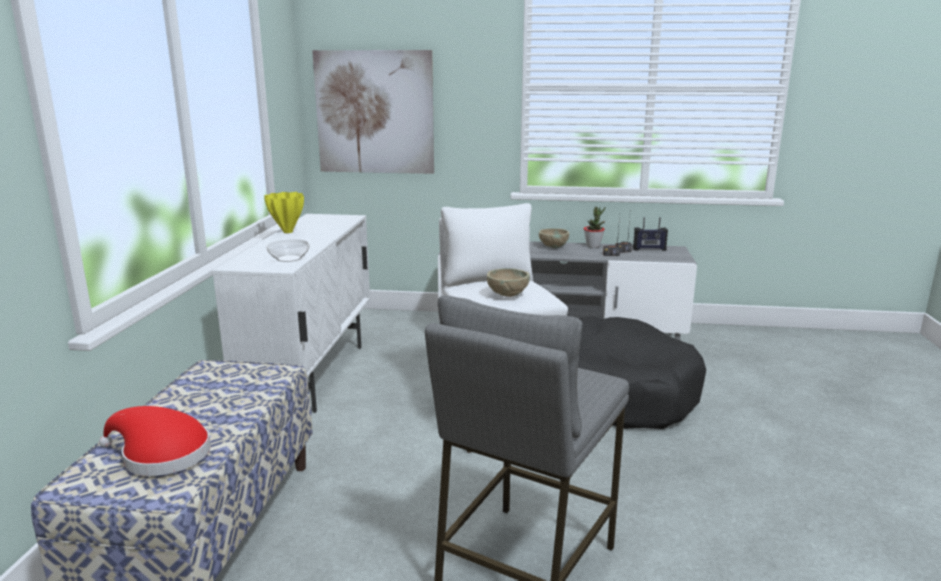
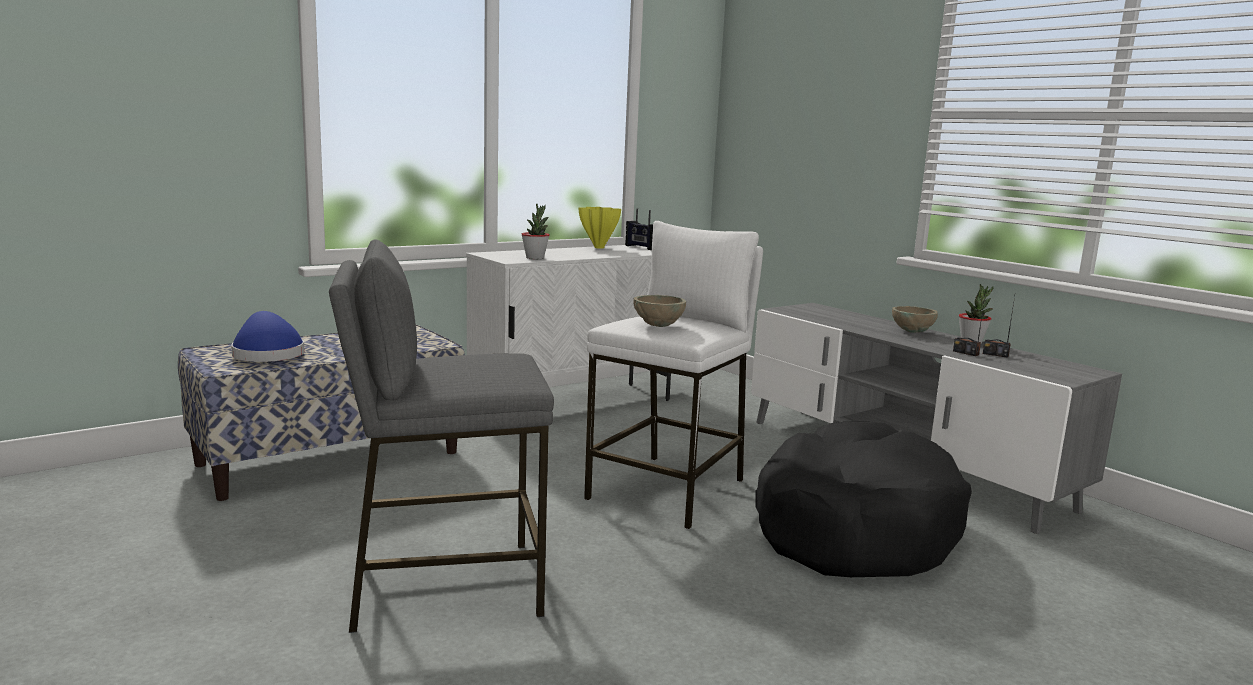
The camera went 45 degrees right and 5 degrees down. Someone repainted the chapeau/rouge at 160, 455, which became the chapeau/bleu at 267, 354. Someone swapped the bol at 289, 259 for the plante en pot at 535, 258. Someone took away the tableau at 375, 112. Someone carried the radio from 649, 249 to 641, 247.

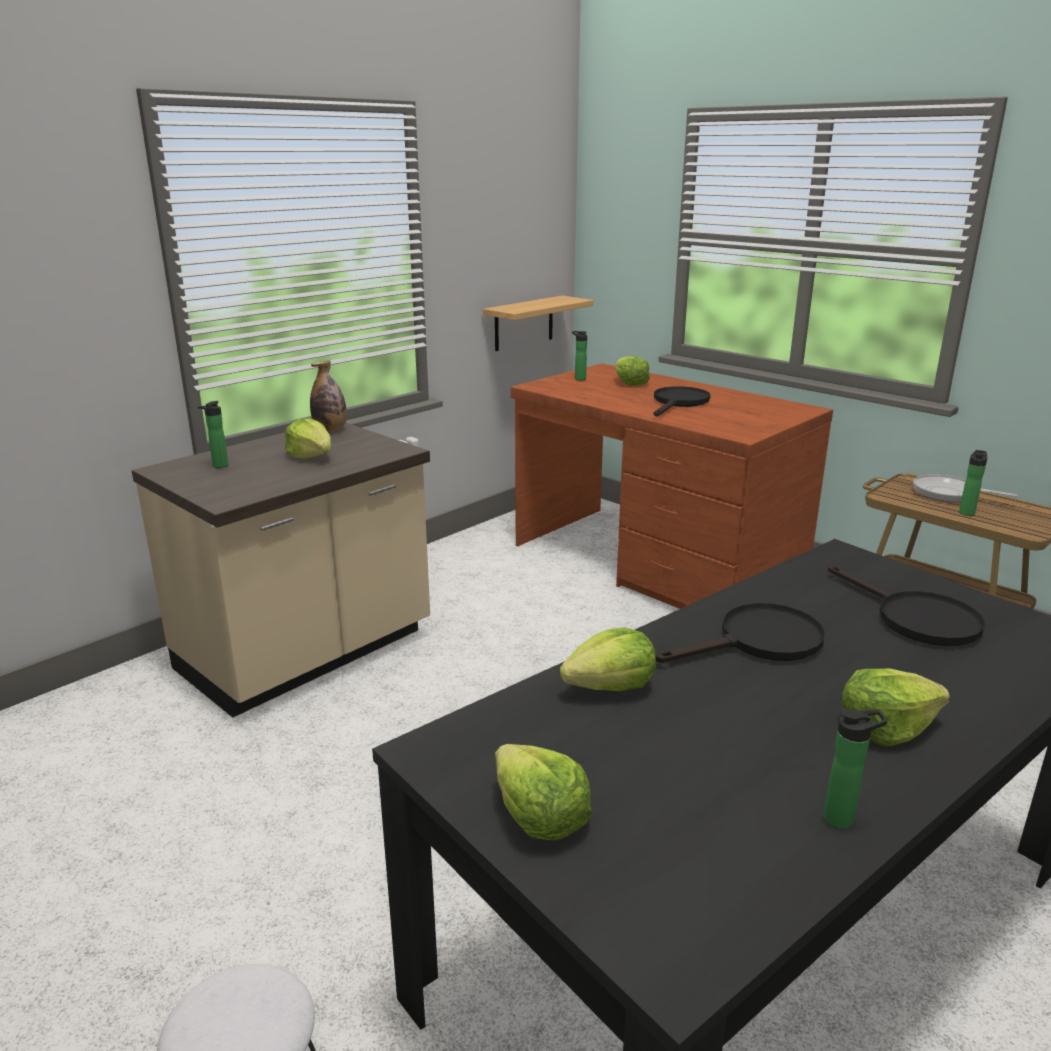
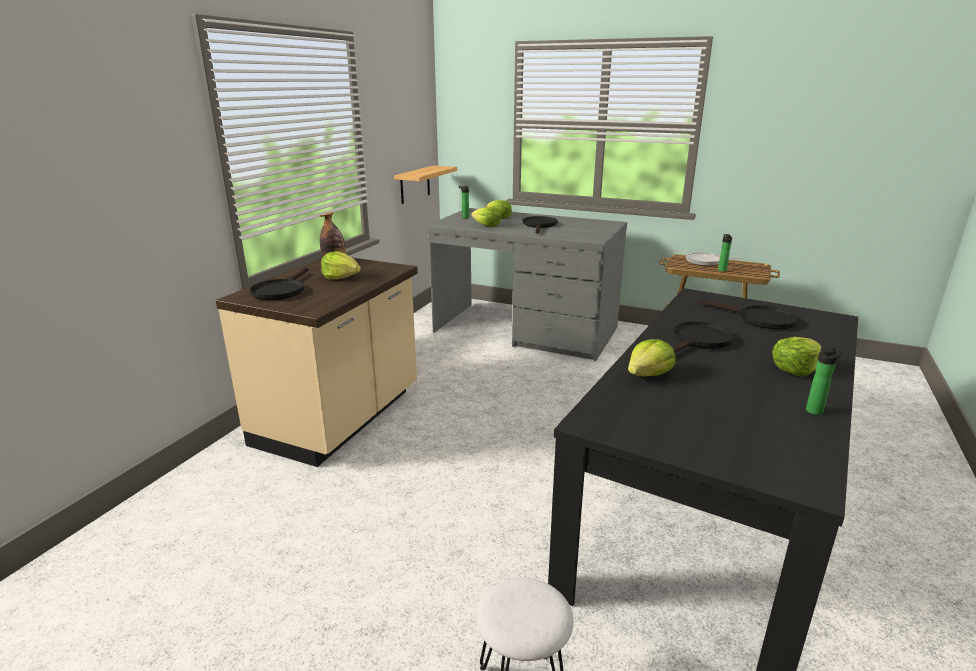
The camera went 20 degrees left and 0 degrees up. Someone swapped the bouteille at 218, 466 for the poêle/noir at 281, 290. Someone carried the laitue from 539, 817 to 486, 225. Someone repainted the bureau/marron at 654, 563, which became the bureau/gris at 525, 330.

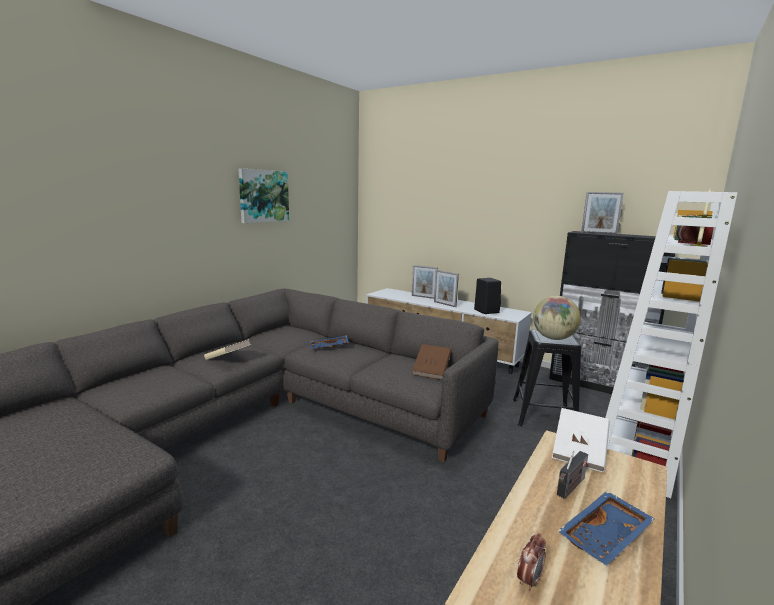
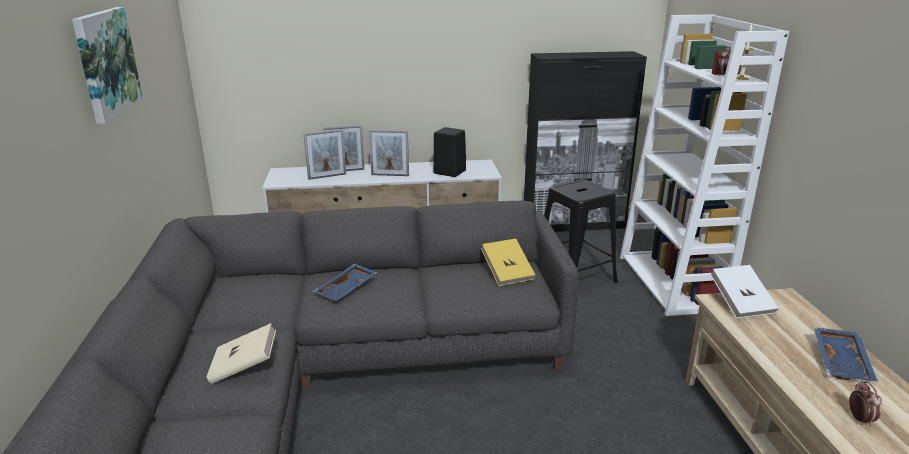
The camera went 40 degrees left and 10 degrees up. Someone repainted the livre/marron at 431, 371, which became the livre/jaune at 507, 273. Someone took away the globe at 553, 338. Someone took away the radio at 570, 487. Someone carried the cadre photo from 599, 233 to 327, 176.

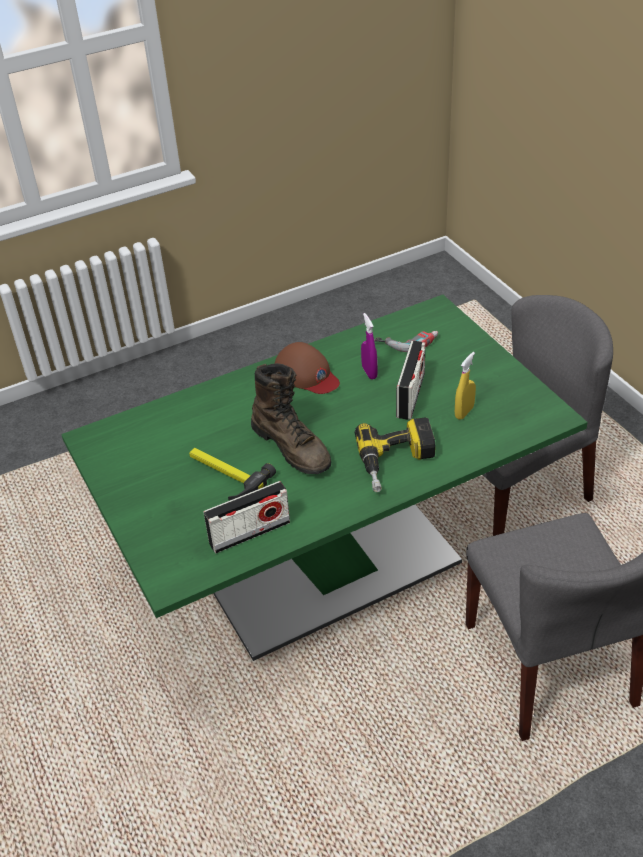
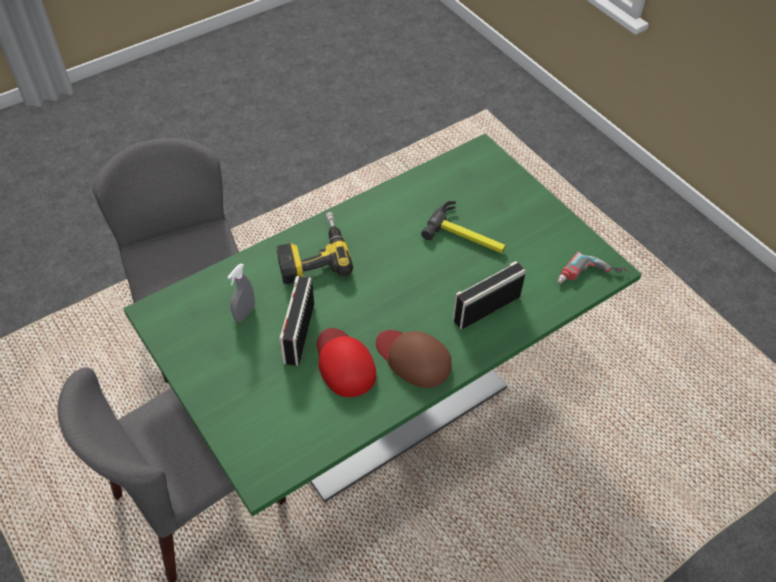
The camera went 170 degrees right and 10 degrees up. Someone carried the radio from 249, 533 to 486, 308. Someone took away the botte/marron at 292, 447. Someone swapped the vaporisateur/violet at 369, 372 for the casquette/rouge at 344, 363. Someone carried the perceuse from 405, 340 to 590, 278. Someone repainted the vaporisateur/jaune at 464, 412, which became the vaporisateur/gris at 244, 313.

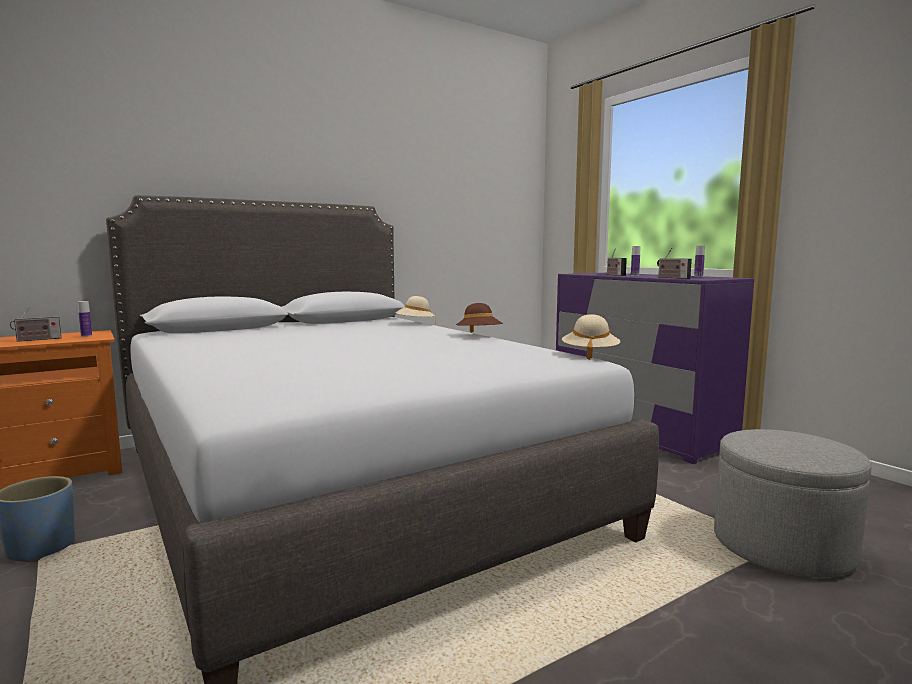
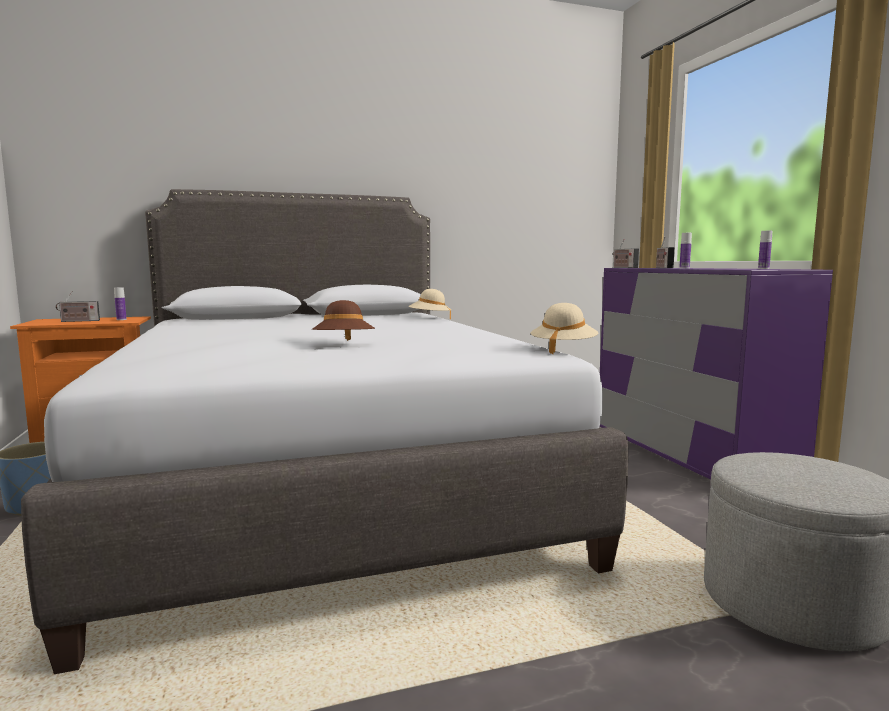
The camera went 15 degrees right and 0 degrees up. Someone carried the chapeau/marron from 479, 336 to 344, 344. Someone carried the radio from 672, 278 to 624, 267.

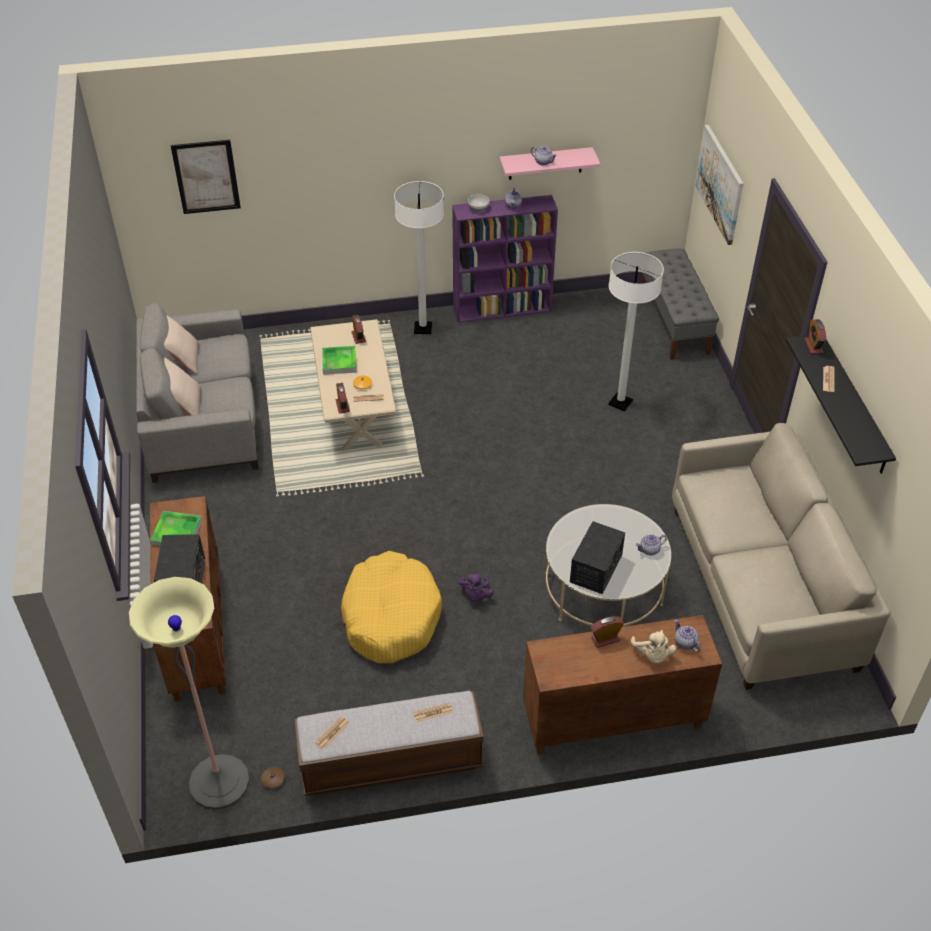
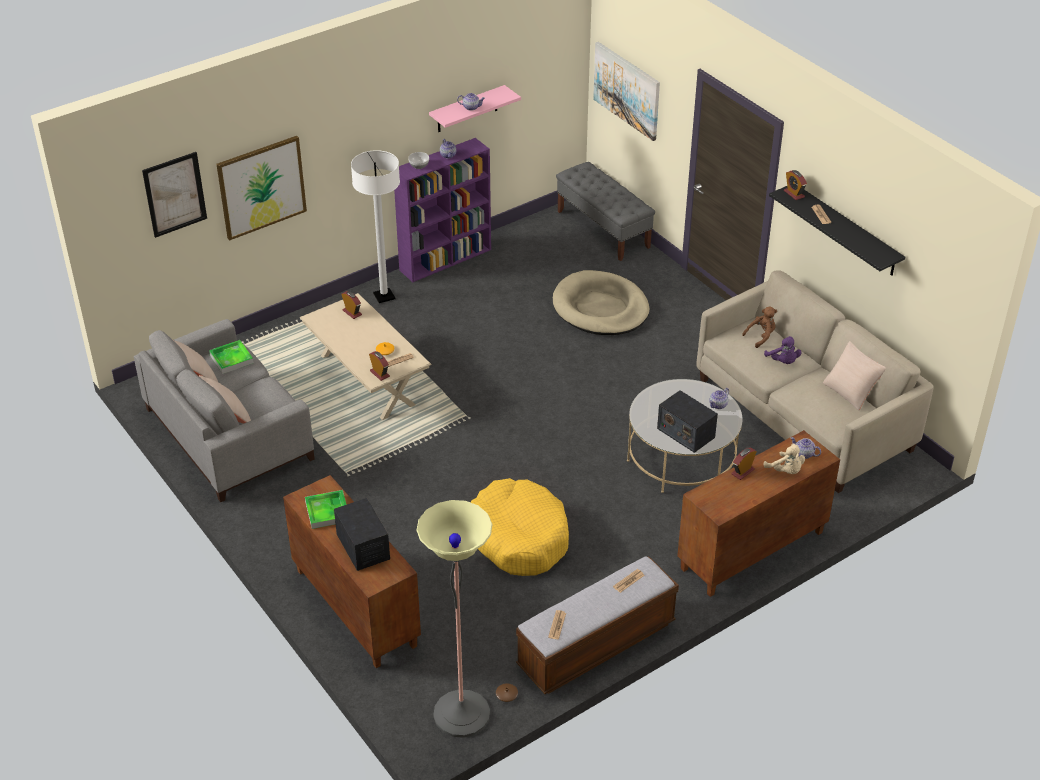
The camera went 25 degrees left and 5 degrees down. Someone carried the plateau from 339, 362 to 231, 359. Someone carried the peluche/violet from 475, 595 to 783, 362. Someone rotated the radio at 596, 569 by 135 degrees clockwise. Someone swapped the lampadaire/blanc at 620, 403 for the panier pour chien/beige at 600, 308. Someone put up the tableau at 261, 187. Someone put down the peluche/marron at 761, 336. Someone put down the coussin/beige at 851, 391.

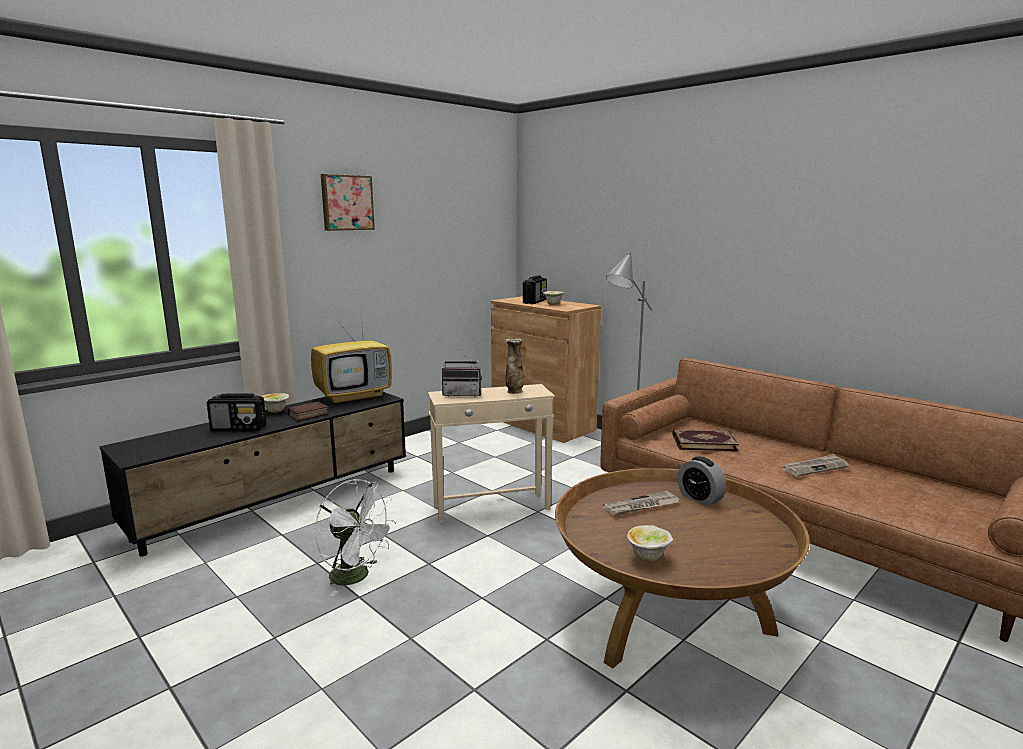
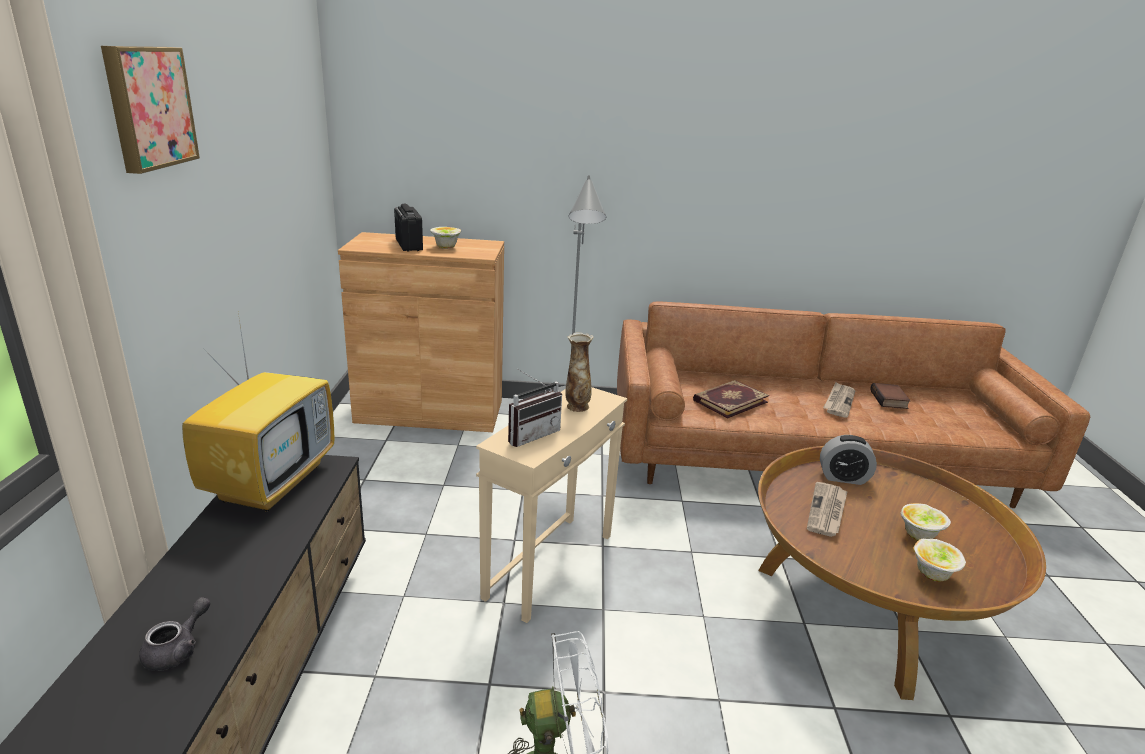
The camera went 45 degrees left and 10 degrees up. Someone swapped the radio at 239, 428 for the théière/gris at 178, 649. Someone carried the bol from 275, 411 to 919, 537. Someone carried the livre from 308, 415 to 890, 400.

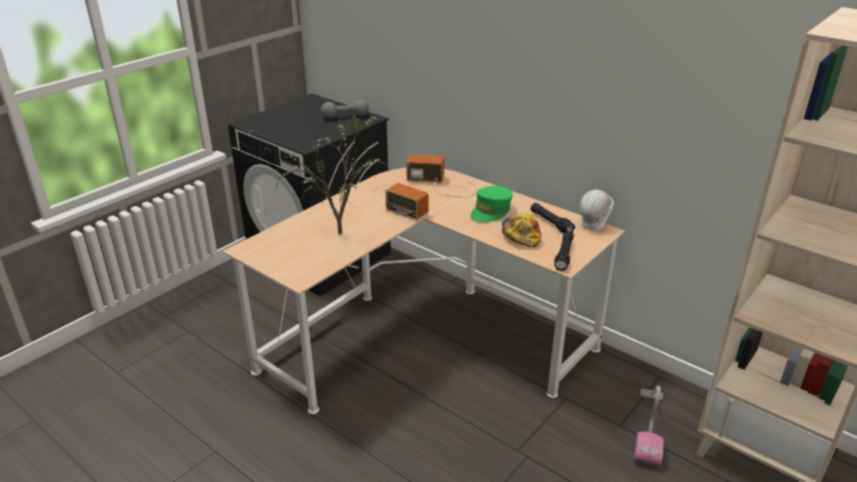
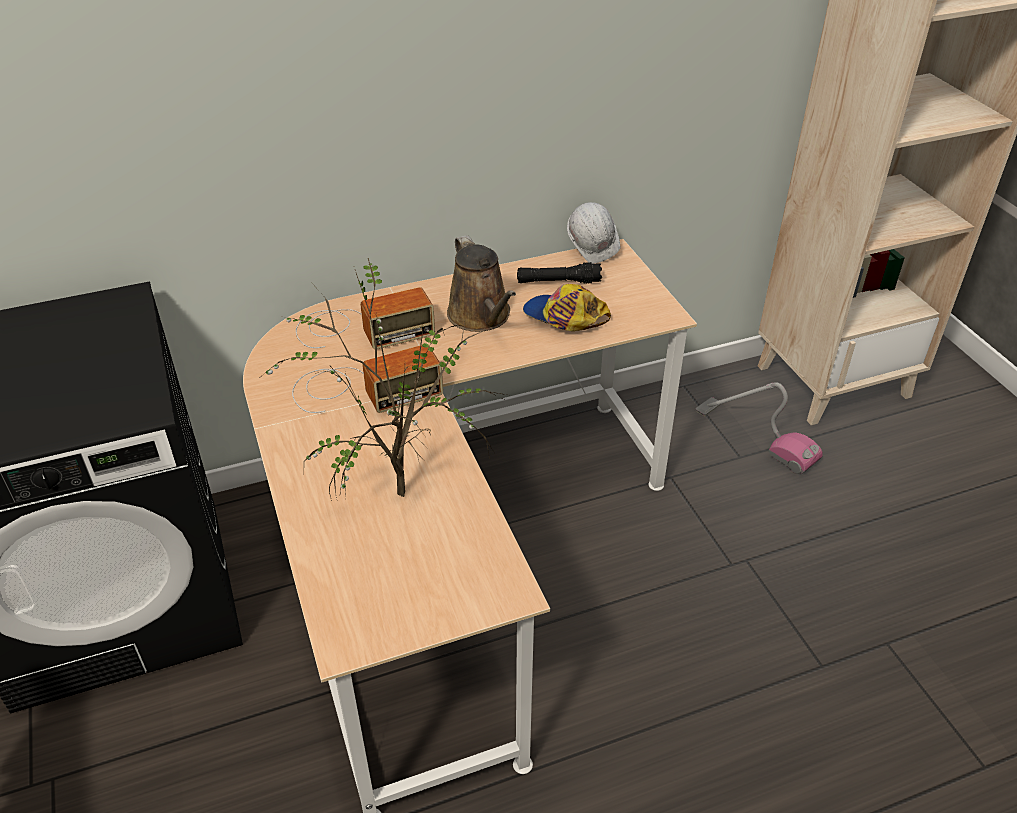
The camera went 60 degrees left and 10 degrees up. Someone took away the haltère/gris at 345, 116. Someone rotated the radio at 442, 185 by 150 degrees counterclockwise. Someone swapped the casquette/vert at 491, 211 for the arrosoir/marron at 481, 316. Someone took away the lampe de poche/noir at 564, 255.

